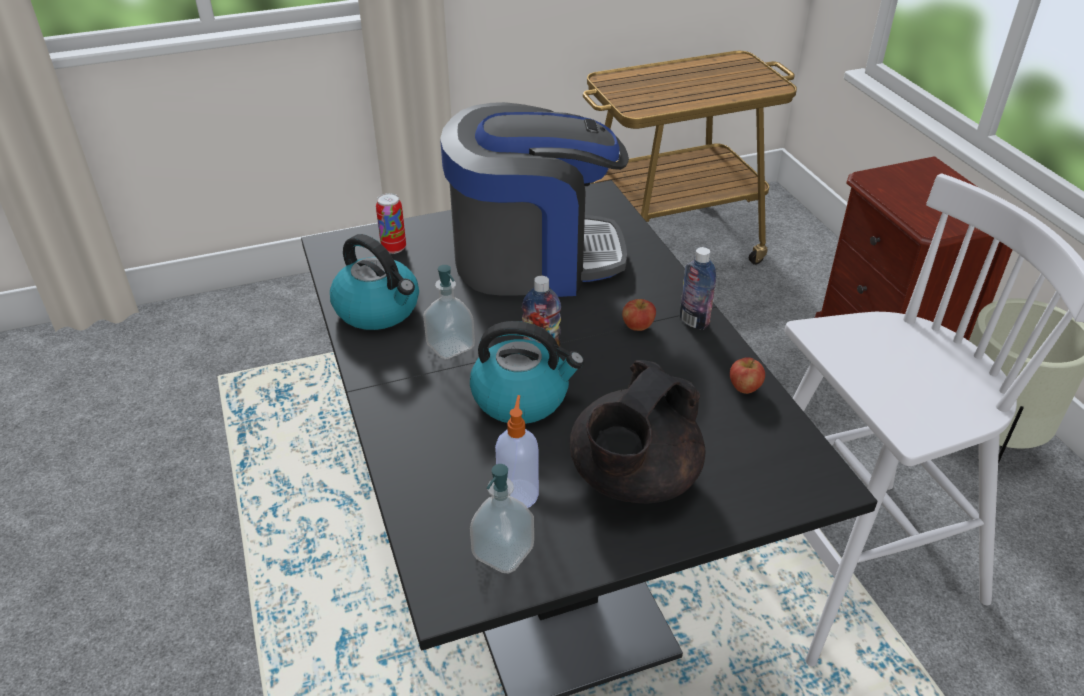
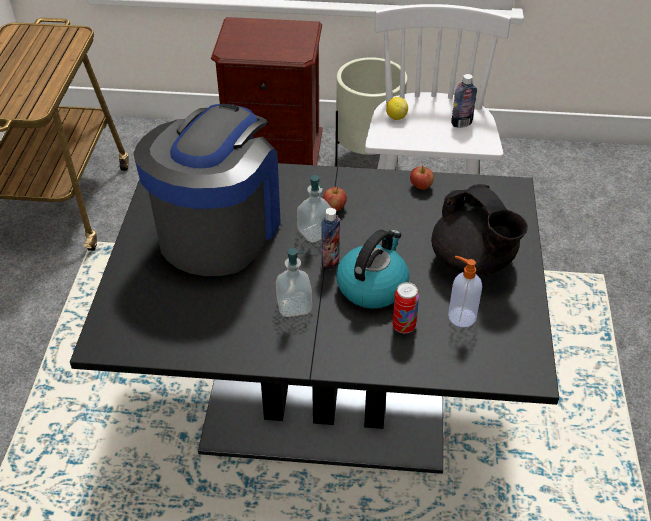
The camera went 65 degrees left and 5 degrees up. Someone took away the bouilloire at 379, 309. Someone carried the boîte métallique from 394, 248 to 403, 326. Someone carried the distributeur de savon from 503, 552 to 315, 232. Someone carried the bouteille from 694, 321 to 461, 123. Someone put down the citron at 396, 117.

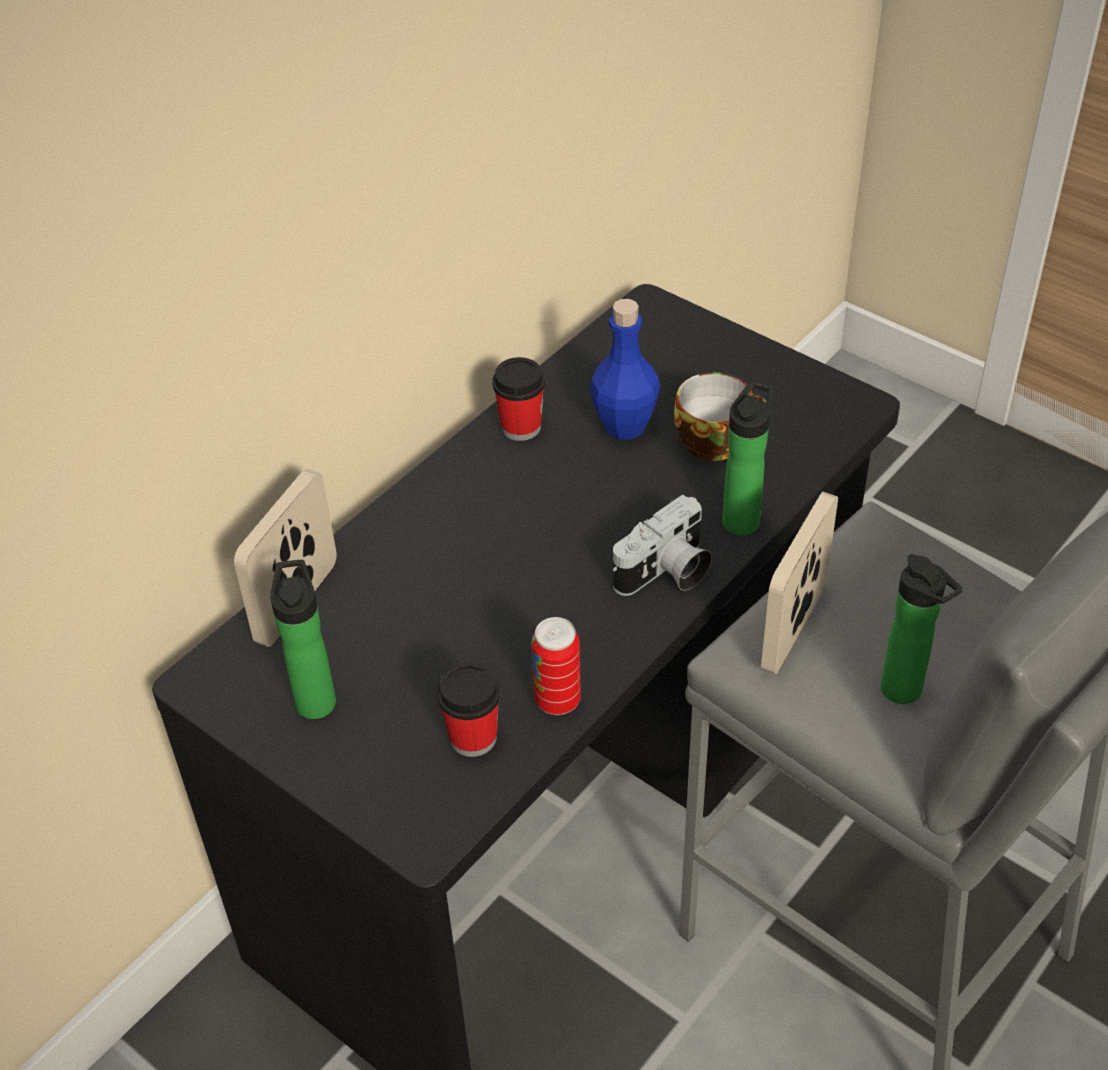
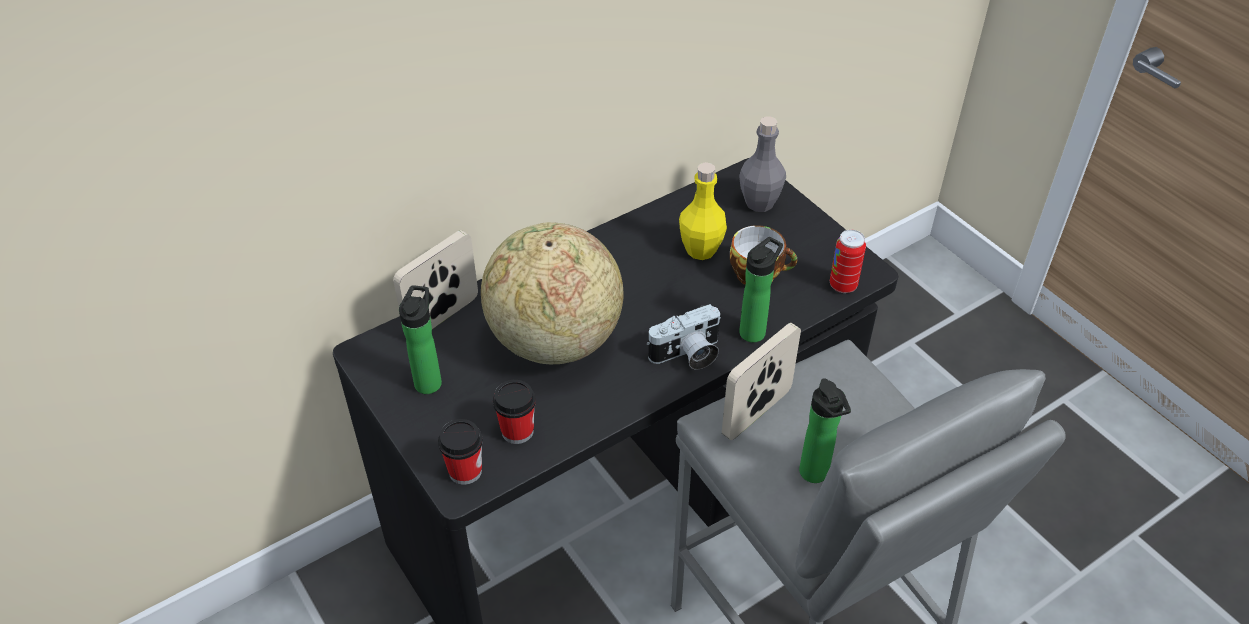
The camera went 15 degrees right and 0 degrees up. Someone carried the tasse from 521, 427 to 465, 471. Someone carried the boîte métallique from 557, 700 to 843, 285. Someone repainted the bouteille/bleu at 624, 425, which became the bouteille/jaune at 701, 250. Someone put down the globe at 554, 341. Someone put down the bouteille/gris at 759, 203.

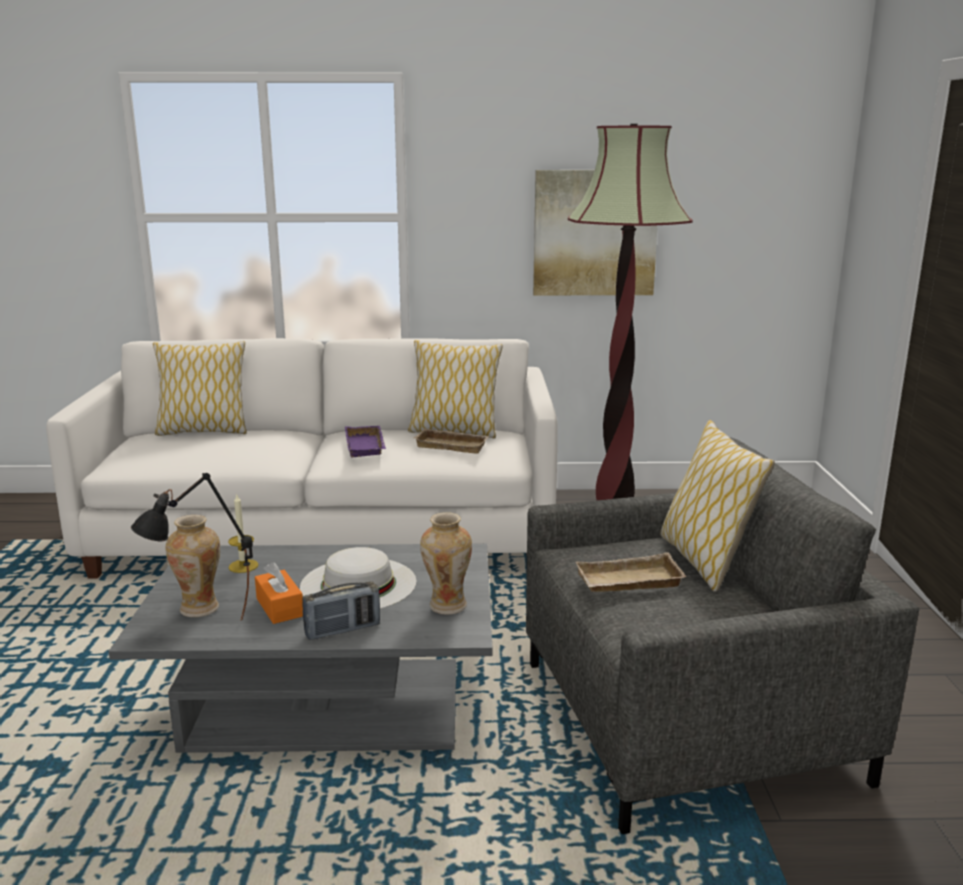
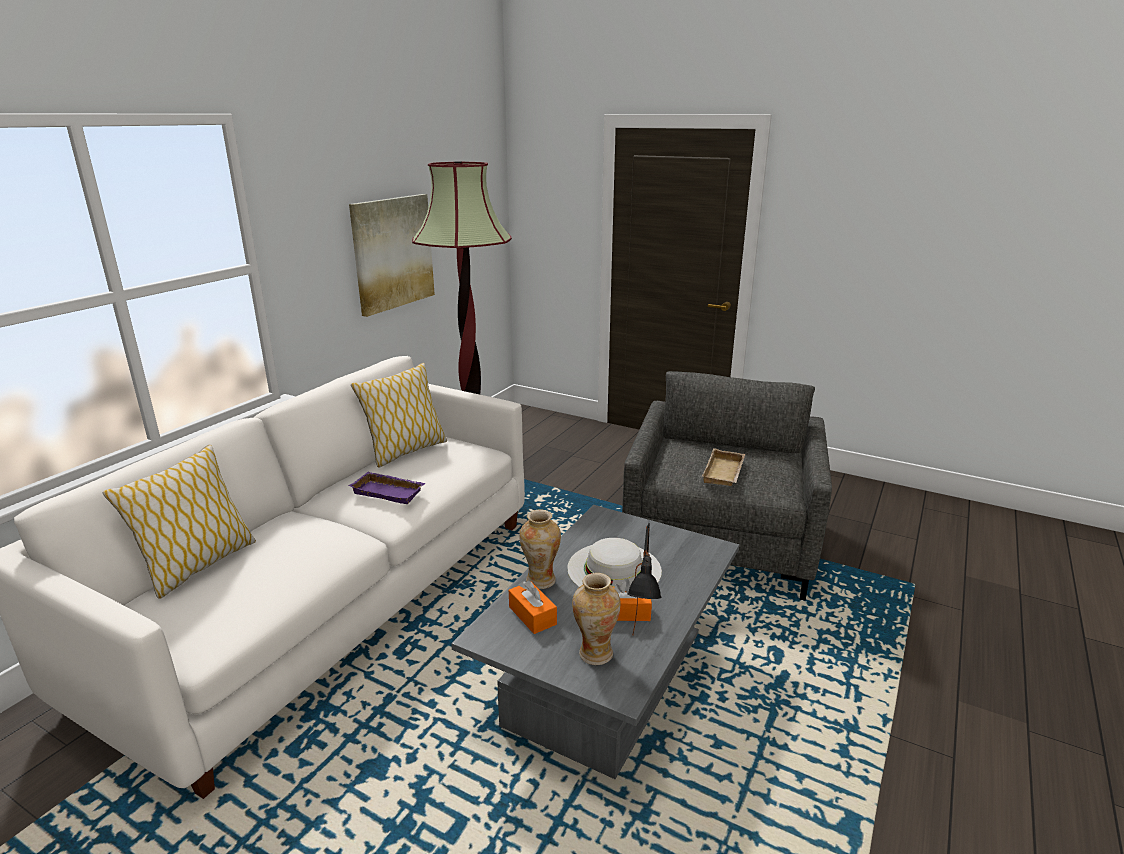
The camera went 60 degrees left and 5 degrees up. Someone swapped the bougie at 243, 566 for the boîte à mouchoirs/orange at 532, 615. Someone took away the radio at 342, 630. Someone took away the plateau/beige at 453, 445. Someone carried the vase from 446, 606 to 540, 581. Someone took away the coussin at 704, 561.

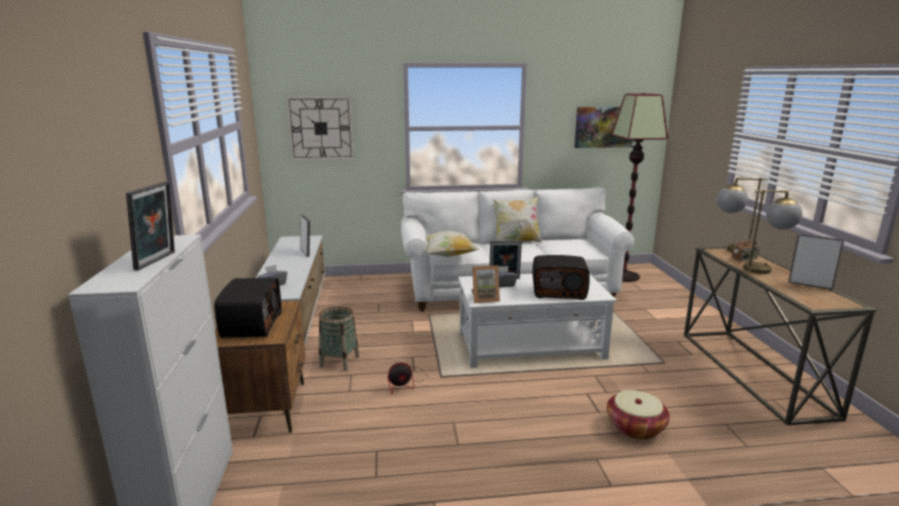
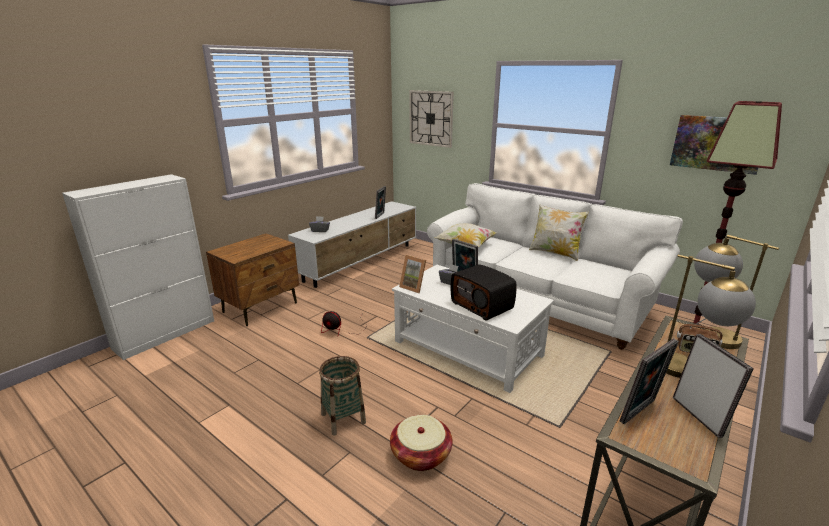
The camera went 45 degrees right and 5 degrees up. Someone carried the cadre photo from 158, 261 to 641, 412. Someone took away the radio at 251, 325. Someone carried the panier from 339, 361 to 343, 418.

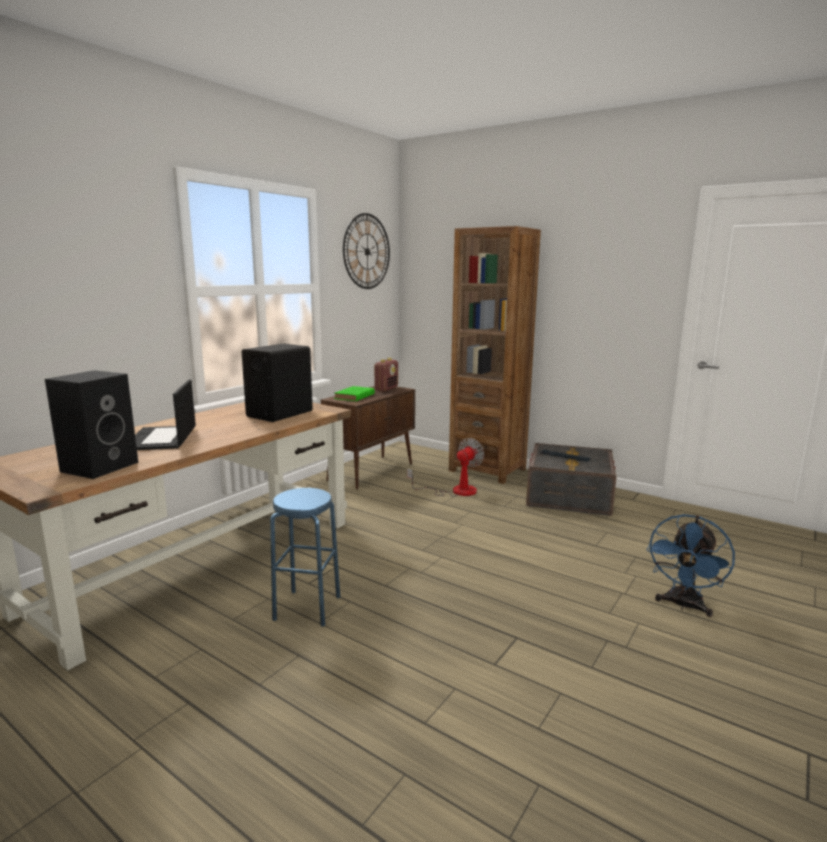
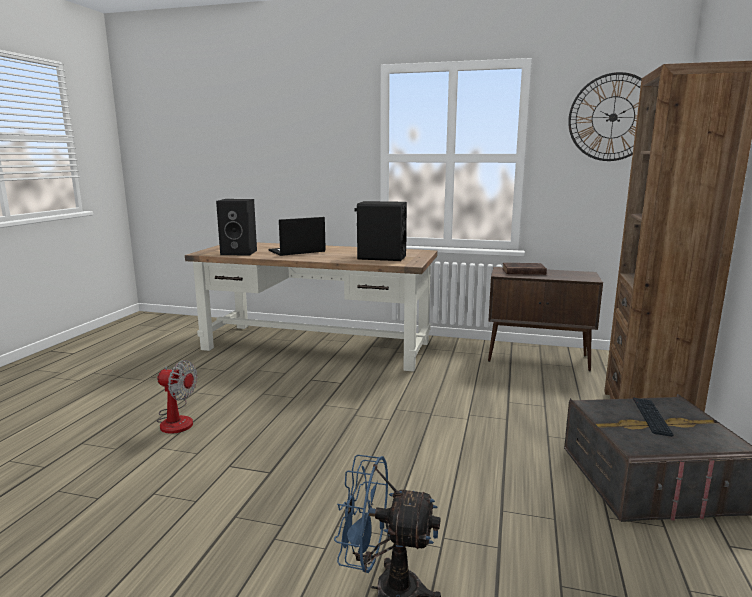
The camera went 70 degrees right and 0 degrees up. Someone took away the tabouret/bleu at 307, 608. Someone repainted the livre/vert at 354, 396, which became the livre/marron at 522, 271. Someone took away the radio at 386, 389. Someone carried the ventilateur from 455, 491 to 176, 420.

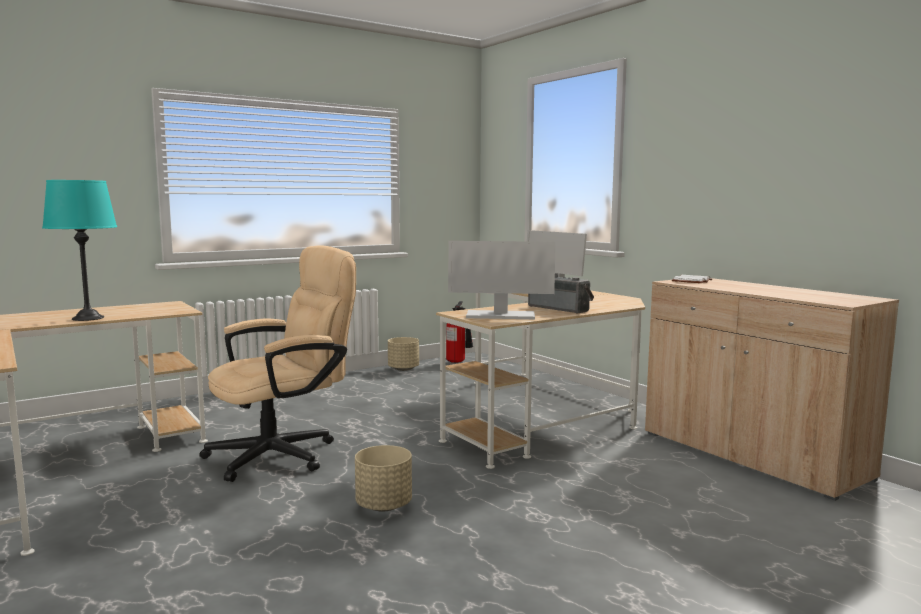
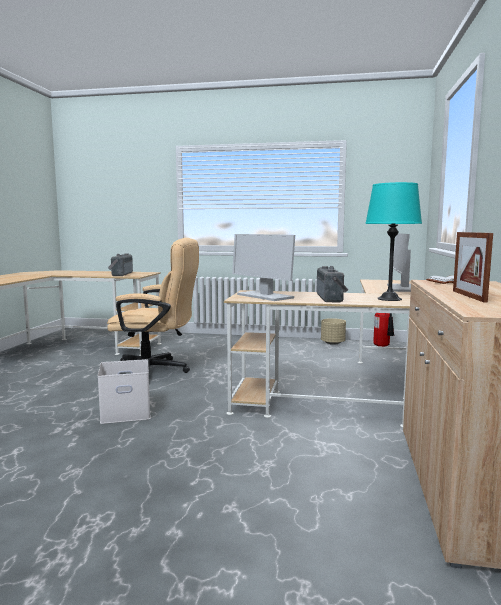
The camera went 45 degrees right and 0 degrees up. Someone carried the lampe de table/turquoise from 88, 318 to 389, 299. Someone swapped the cache-pot/beige at 384, 505 for the boîte de rangement/blanc at 127, 411. Someone put down the radio at 120, 274. Someone put down the cadre photo at 468, 296.

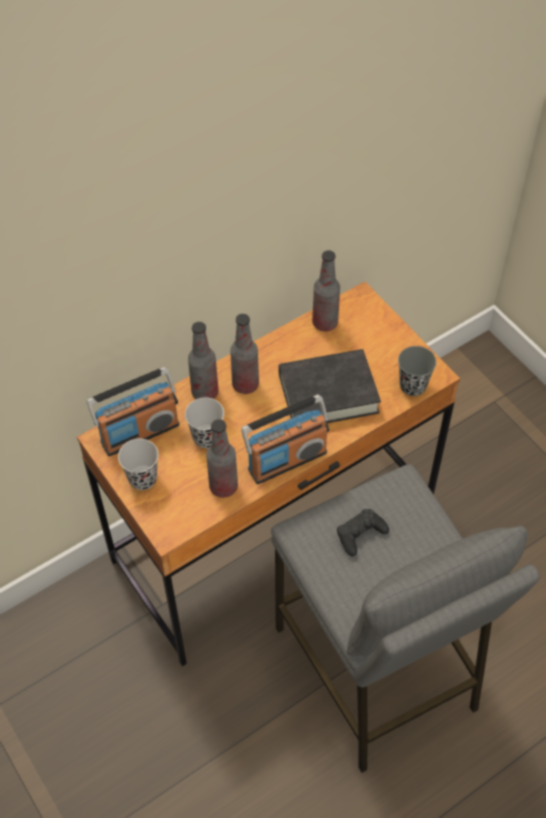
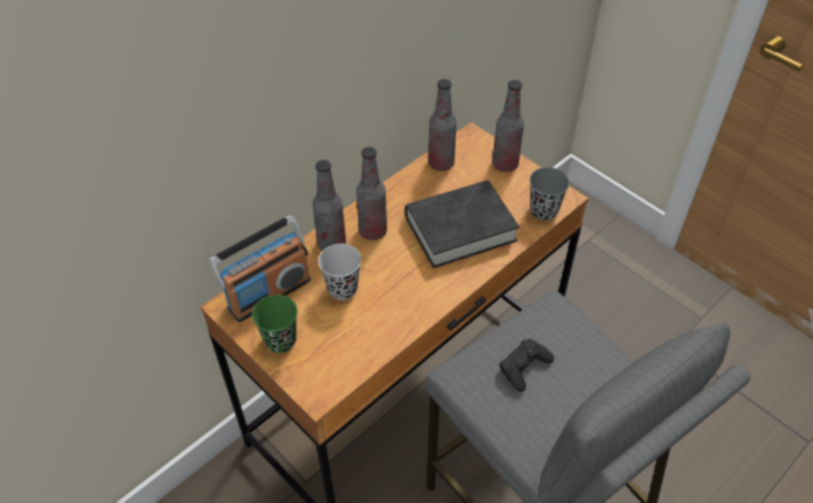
The camera went 10 degrees left and 5 degrees down. Someone repainted the tasse/noir at 142, 478, which became the tasse/vert at 280, 340. Someone carried the bouteille from 223, 486 to 505, 164. Someone took away the radio at 286, 460.

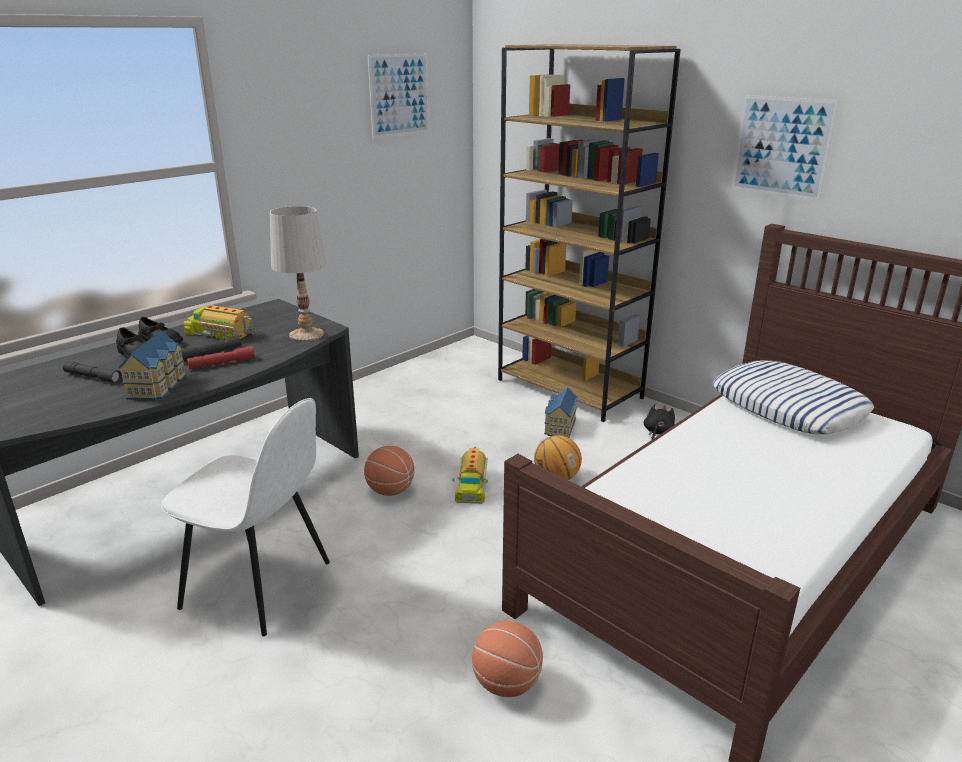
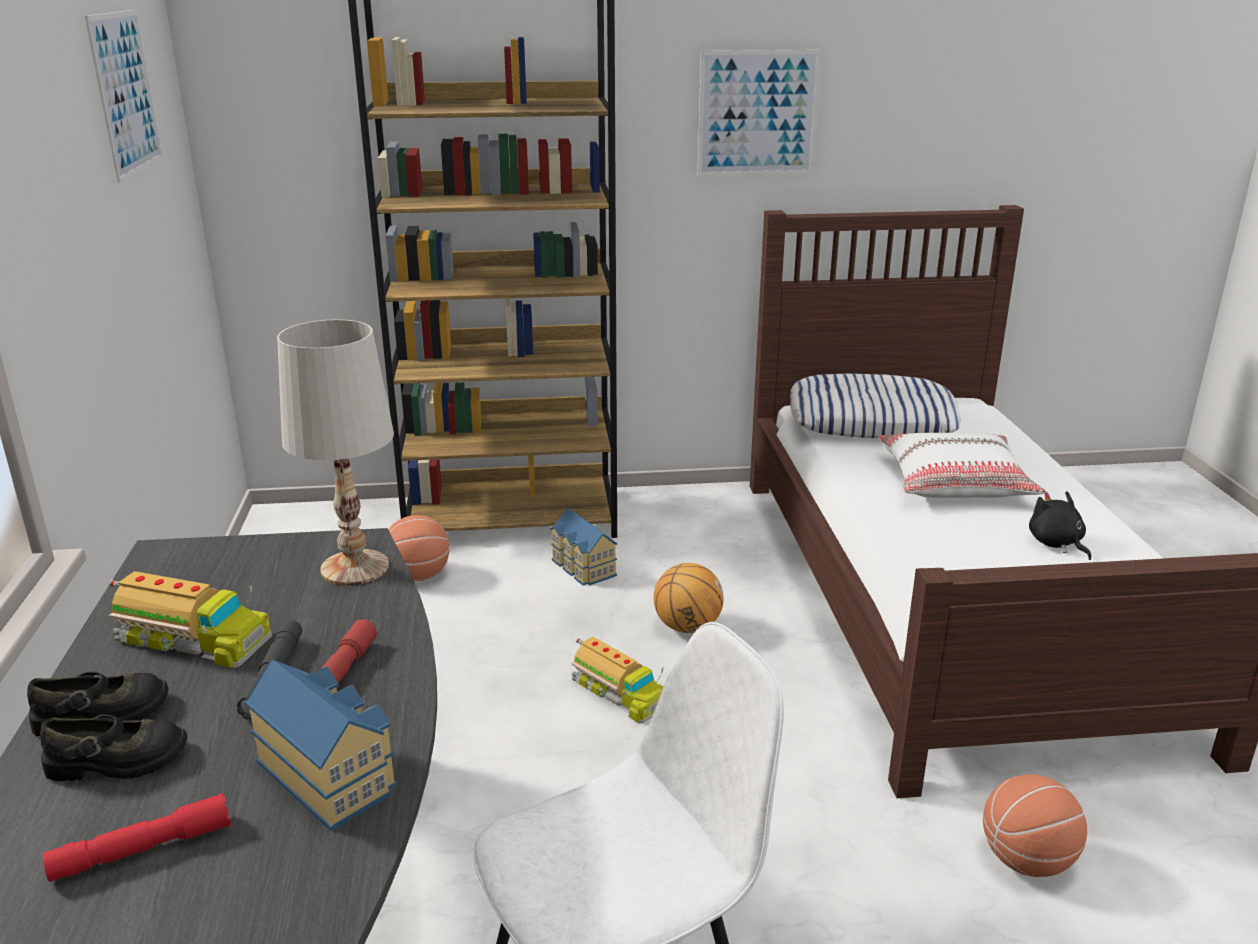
The camera went 50 degrees left and 0 degrees up. Someone repainted the lampe de poche/gris at 93, 377, which became the lampe de poche/rouge at 142, 850. Someone rotated the camion jouet at 220, 333 by 135 degrees counterclockwise. Someone carried the ballon de basket from 390, 491 to 419, 575. Someone carried the peluche/noir from 657, 432 to 1056, 544. Someone put down the coussin/blanc at 955, 482.

